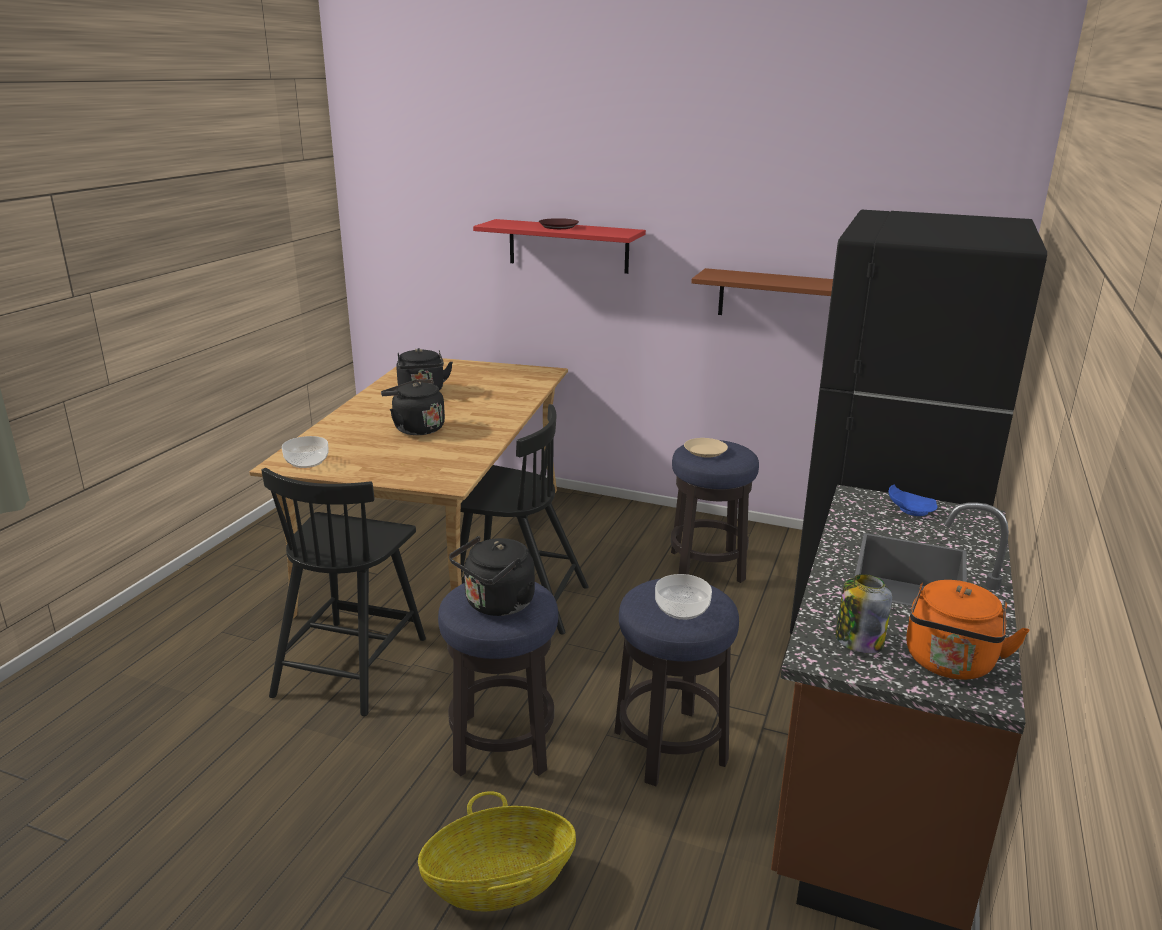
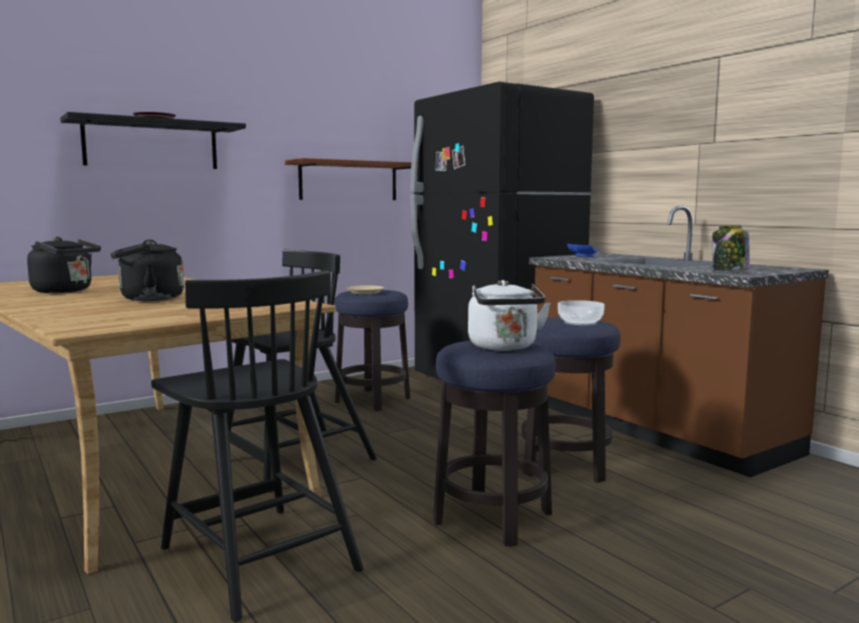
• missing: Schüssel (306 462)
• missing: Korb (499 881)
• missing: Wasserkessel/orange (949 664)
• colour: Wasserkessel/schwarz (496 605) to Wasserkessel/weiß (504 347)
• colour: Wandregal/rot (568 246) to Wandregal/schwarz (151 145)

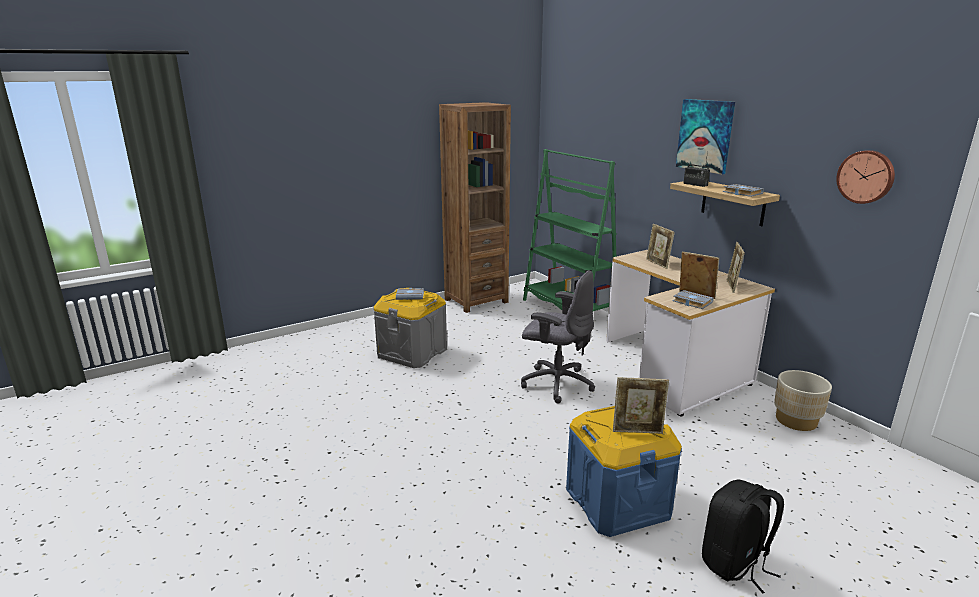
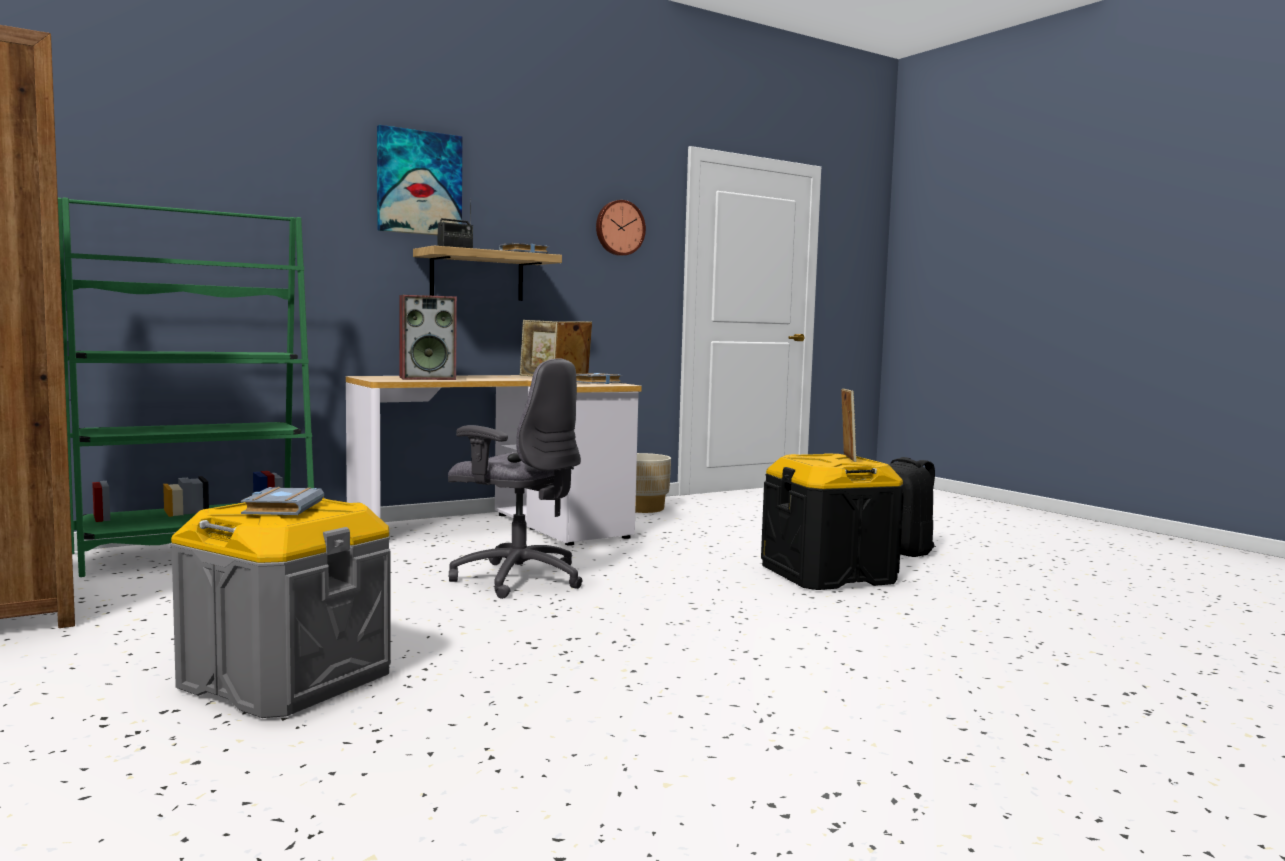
• exchanged: Bilderrahmen (658 264) to Lautsprecher (428 378)
• colour: Aufbewahrungsbox/blau (617 502) to Aufbewahrungsbox/schwarz (828 574)
• spun: Bürostuhl/grau (556 383) = (517 578) 90 degrees clockwise

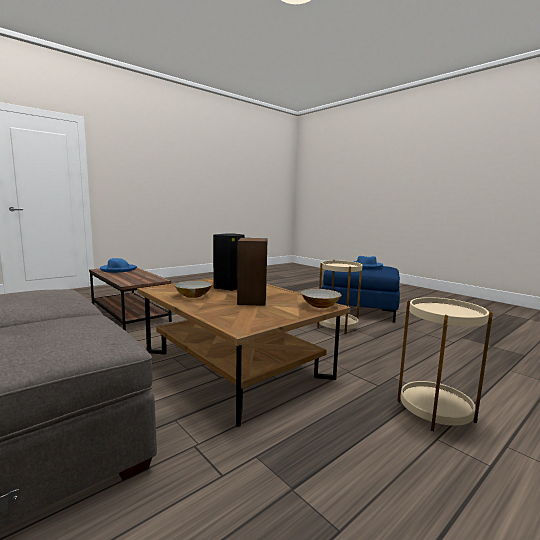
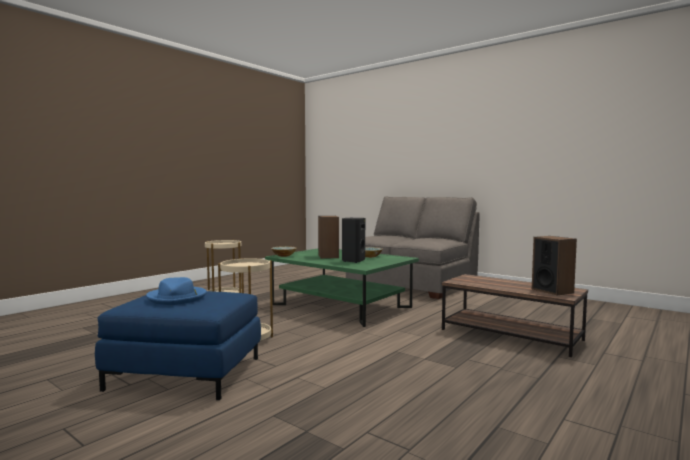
• exchanged: Hut/blau (118 269) to Lautsprecher (552 290)
• colour: Couchtisch/braun (235 364) to Couchtisch/grün (341 306)

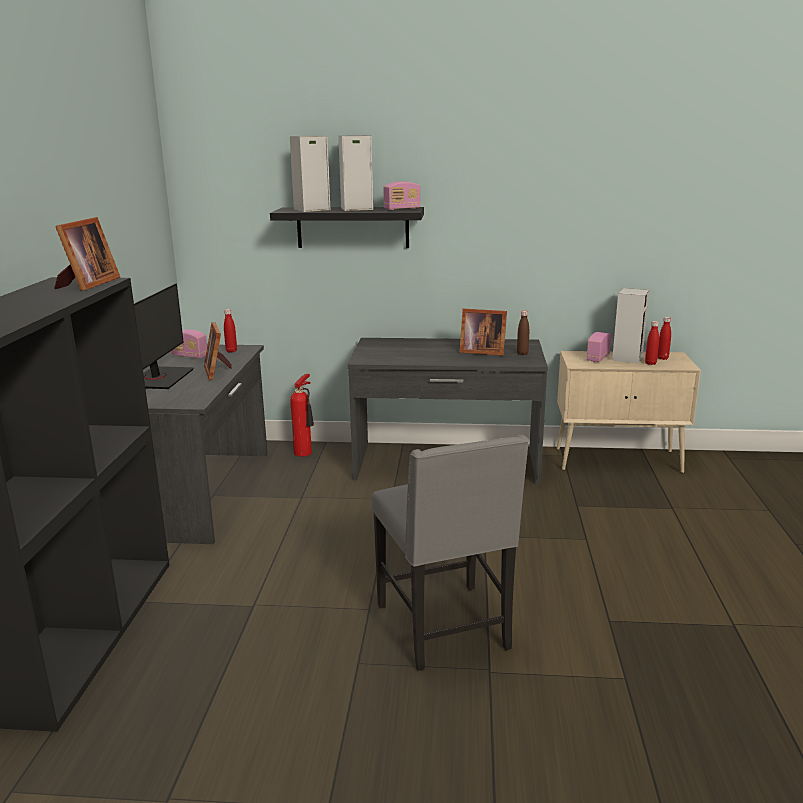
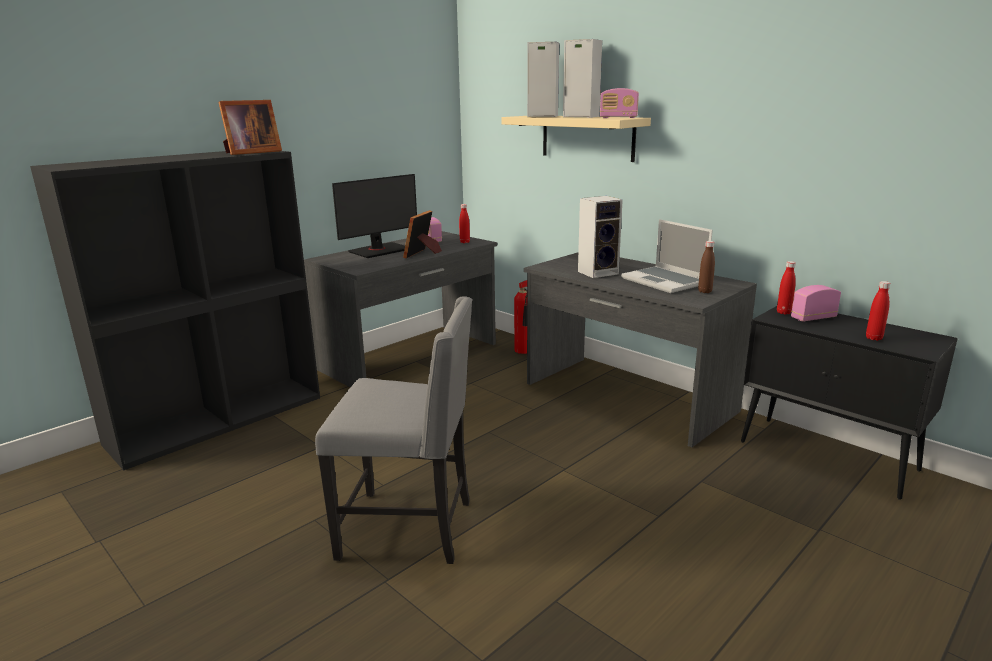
• relocated: Lautsprecher (627 357) to (598 272)
• relocated: Flasche/rot (662 358) to (783 312)
• exchanged: Bilderrahmen (481 351) to Laptop (665 281)
• colour: Wandregal/schwarz (352 227) to Wandregal/beige (587 137)
• colour: Schrank/beige (619 460) to Schrank/schwarz (828 456)
• spun: Stuhl/grau (446 628) = (410 528) 105 degrees counterclockwise

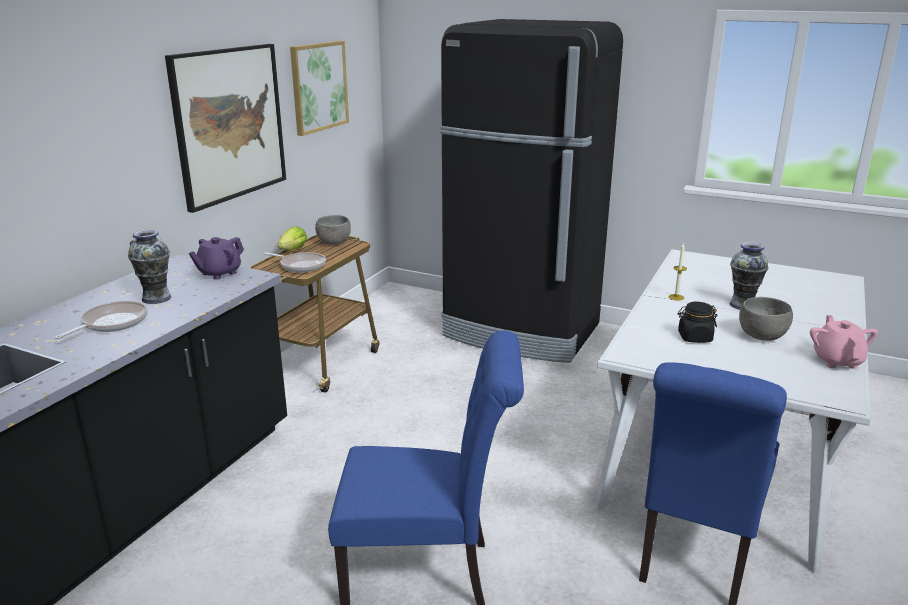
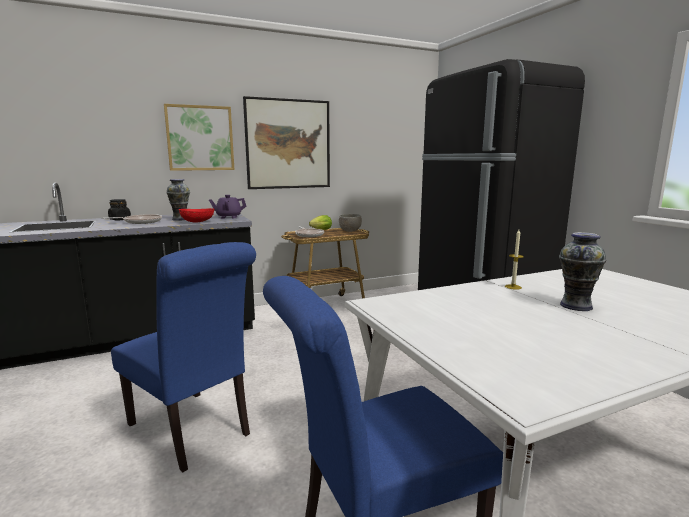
• missing: Schüssel/grau (761 336)
• missing: Teekanne/rosa (837 361)
• appeared: Schüssel/rot (197 222)
• relocated: Bild (318 87) to (200 138)
• relocated: Vorratsglas/schwarz (694 338) to (120 219)

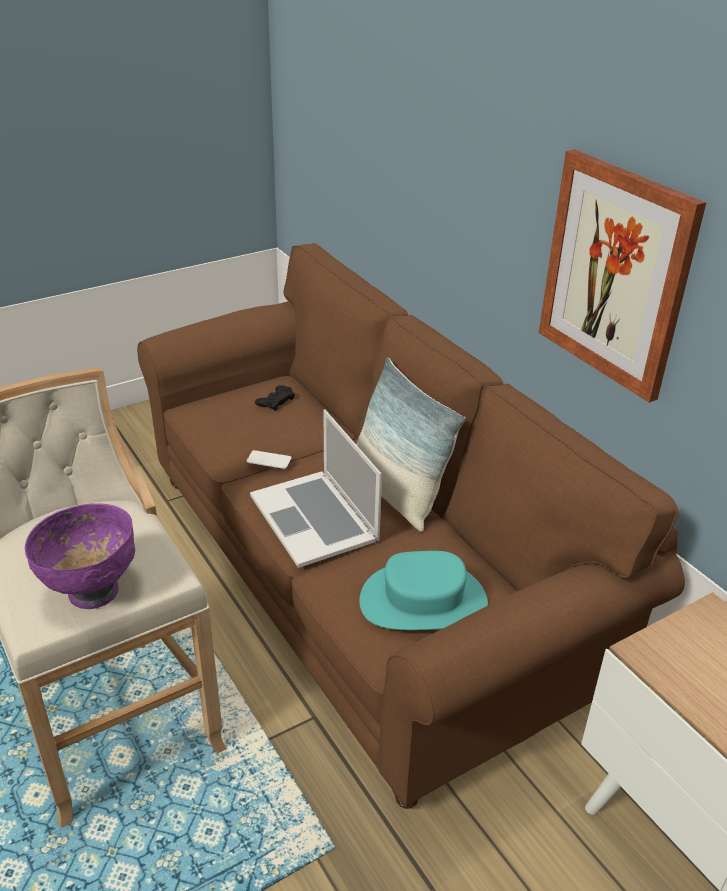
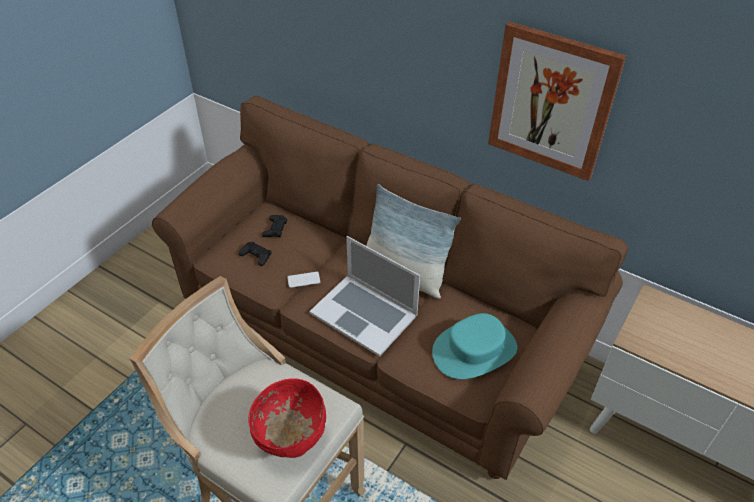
• appeared: Gamepad/schwarz (256 256)
• colour: Schüssel/lila (92 591) to Schüssel/rot (292 441)

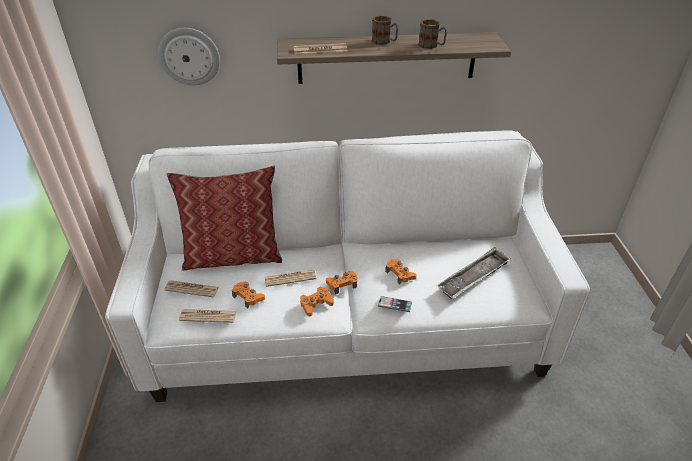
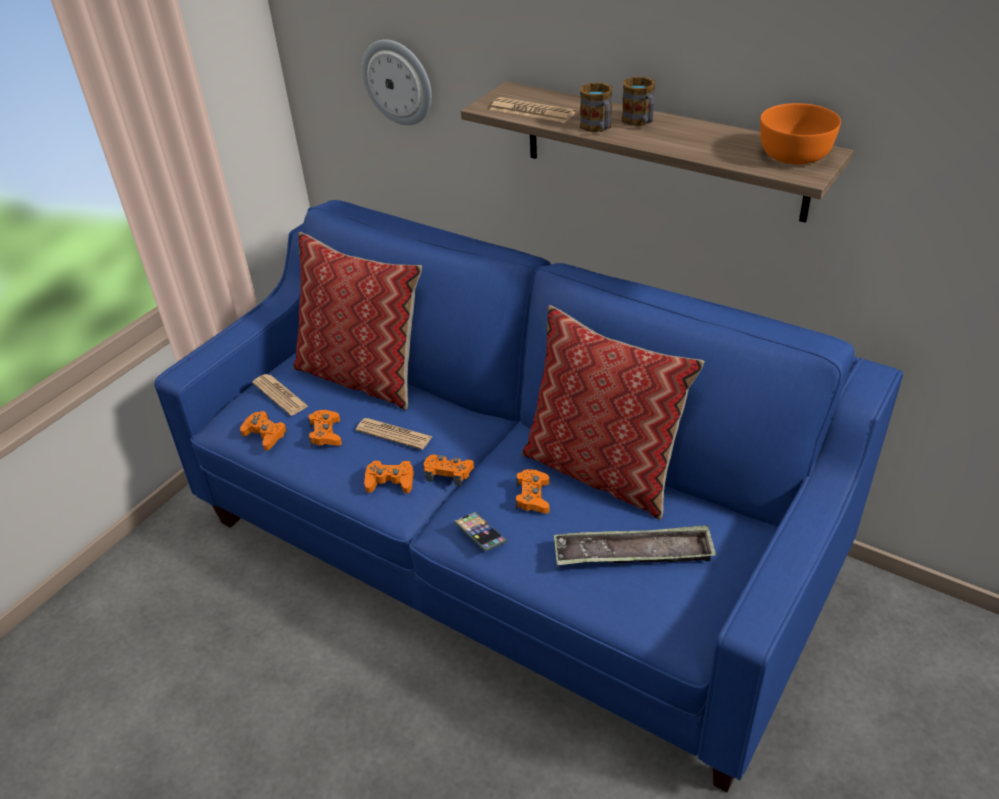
• appeared: Kissen (603 470)
• appeared: Schüssel/orange (795 155)
• relocated: Henkelbecher (431 46) to (598 128)
• exchanged: Zeitung (208 316) to Gamepad/orange (265 435)
• colour: Sofa/weiß (345 321) to Sofa/blau (509 545)

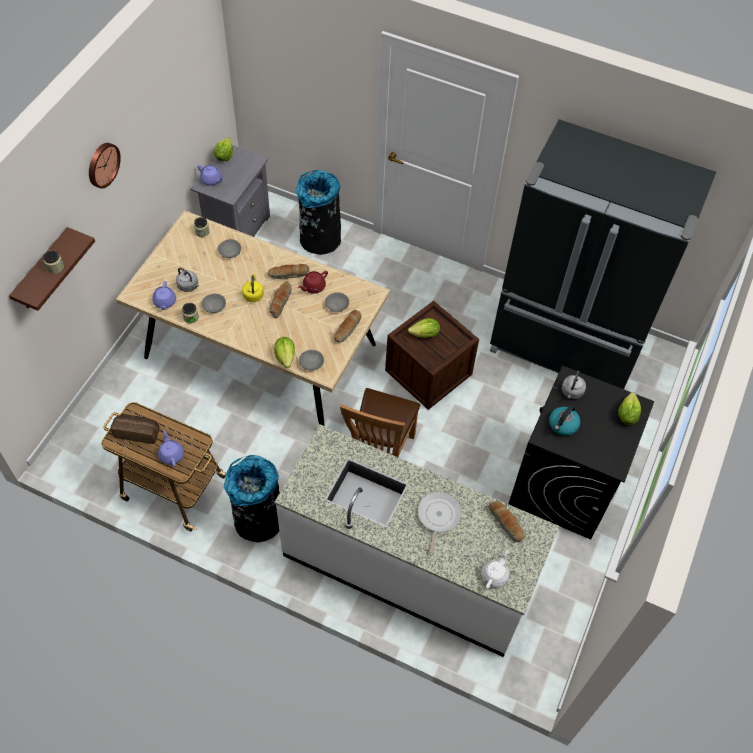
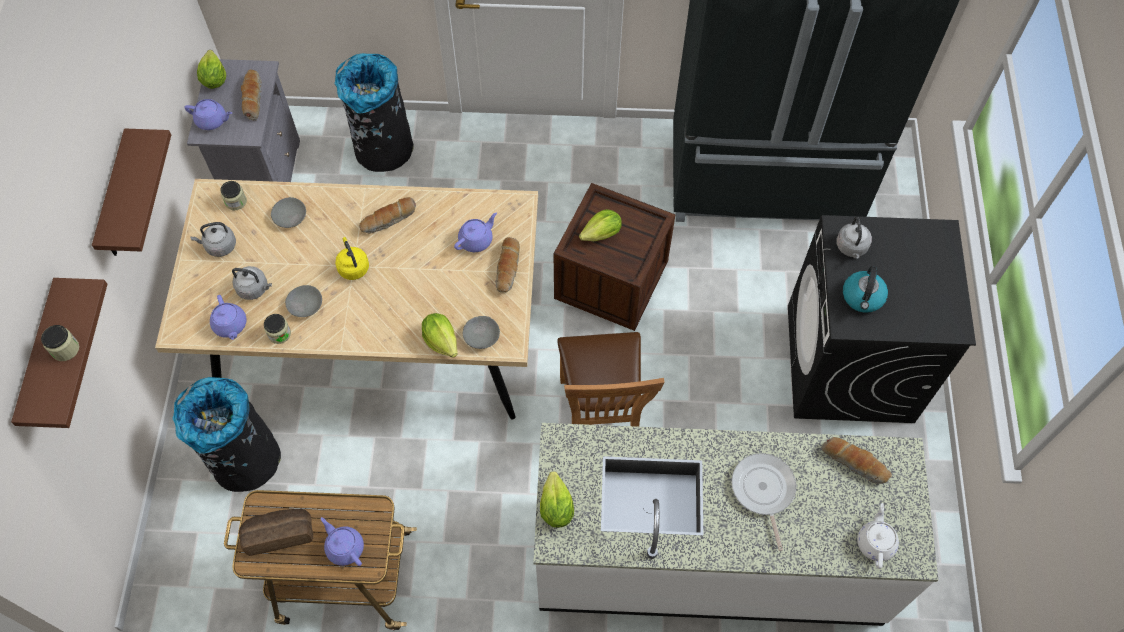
• missing: Wanduhr (102 164)
• missing: Teekanne/rot (313 287)
• appeared: Wandregal/braun (117 199)
• appeared: Wasserkessel/grau (219 246)
• relocated: Mülleimer/schwarz (258 520) to (245 461)
• relocated: Brot (280 302) to (252 98)
• relocated: Salatkopf (627 415) to (556 508)
• exchanged: Schüssel/grau (336 305) to Teekanne/lila (476 240)

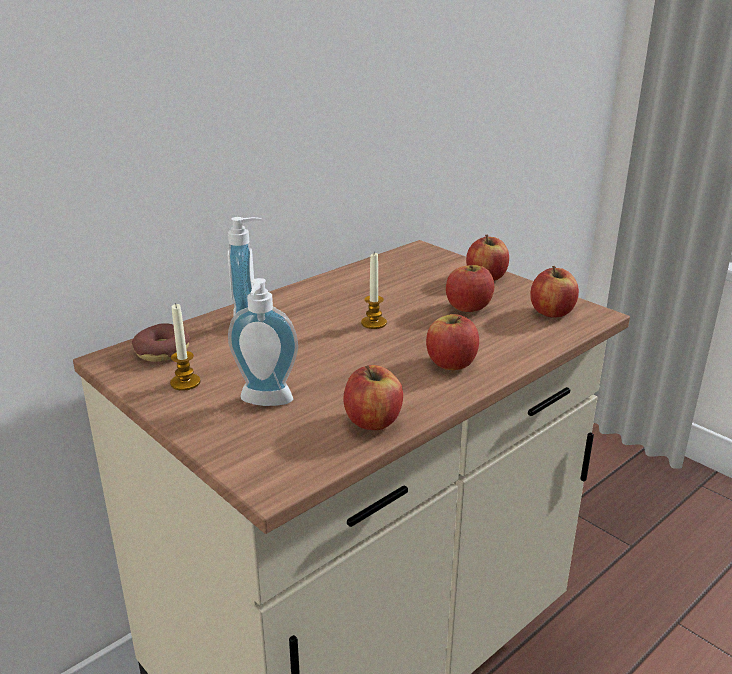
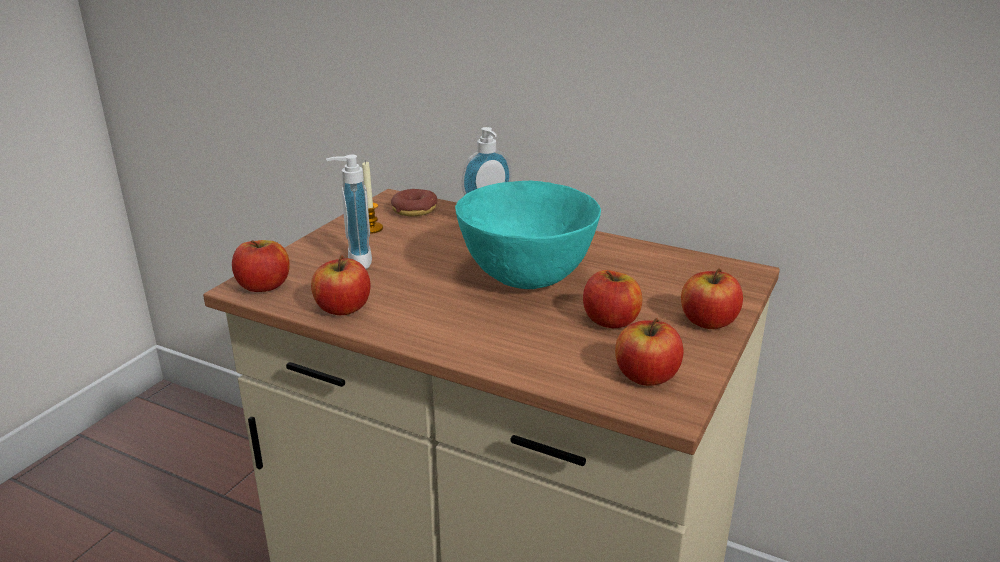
• relocated: Apfel (451 363) to (264 286)
• exchanged: Kerze (373 323) to Schüssel/türkis (528 278)

